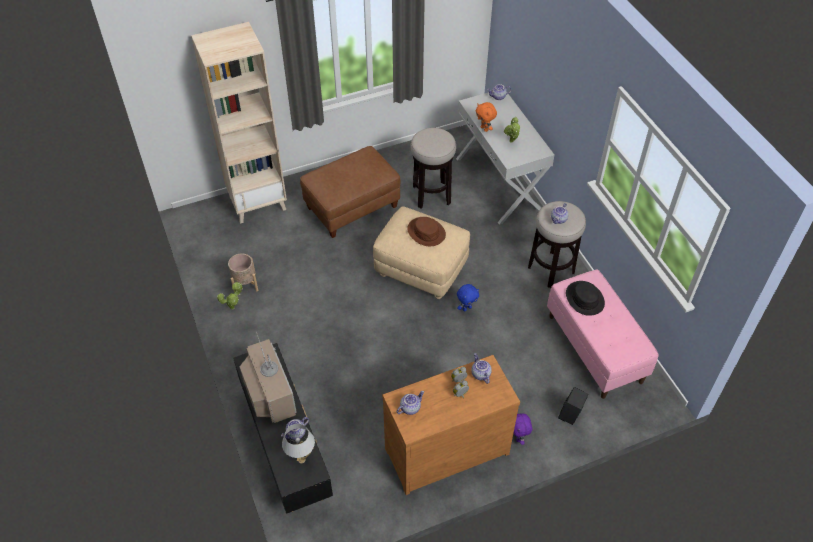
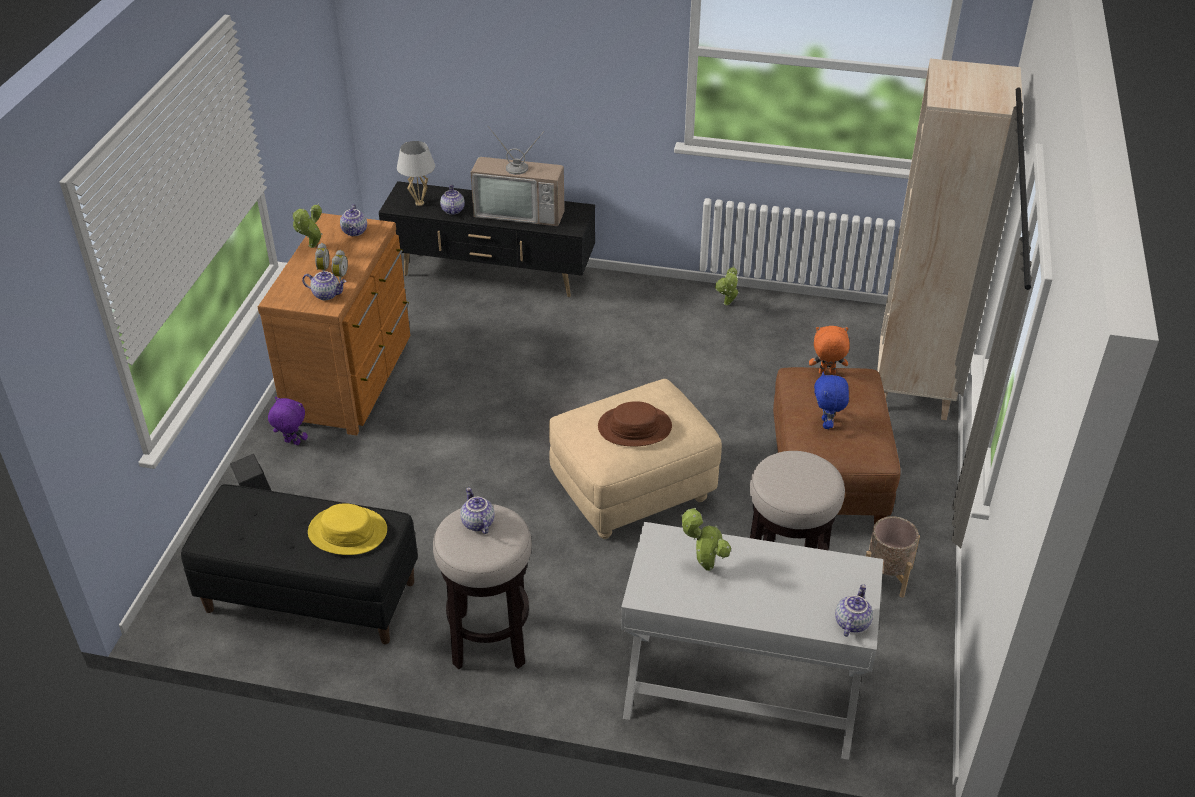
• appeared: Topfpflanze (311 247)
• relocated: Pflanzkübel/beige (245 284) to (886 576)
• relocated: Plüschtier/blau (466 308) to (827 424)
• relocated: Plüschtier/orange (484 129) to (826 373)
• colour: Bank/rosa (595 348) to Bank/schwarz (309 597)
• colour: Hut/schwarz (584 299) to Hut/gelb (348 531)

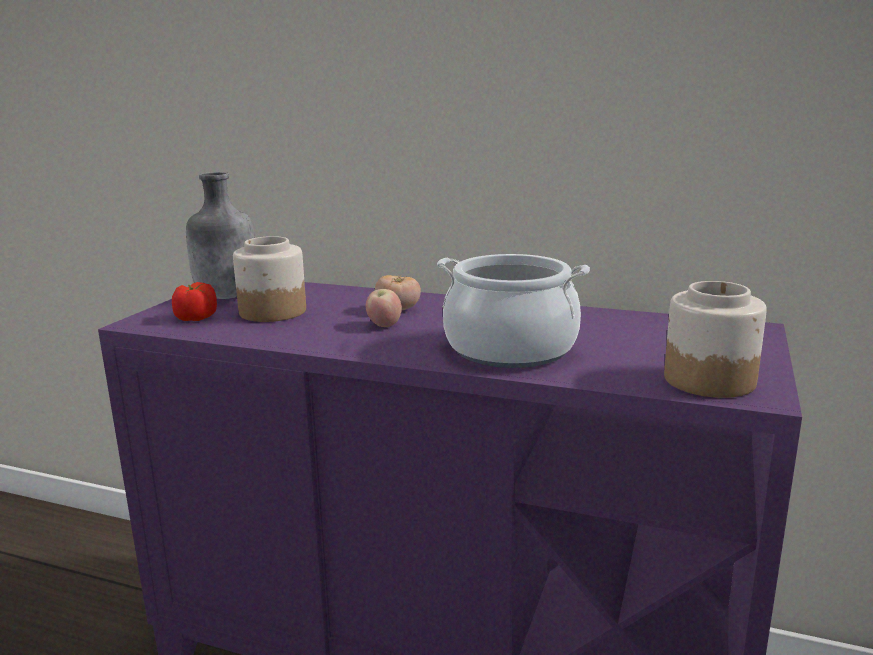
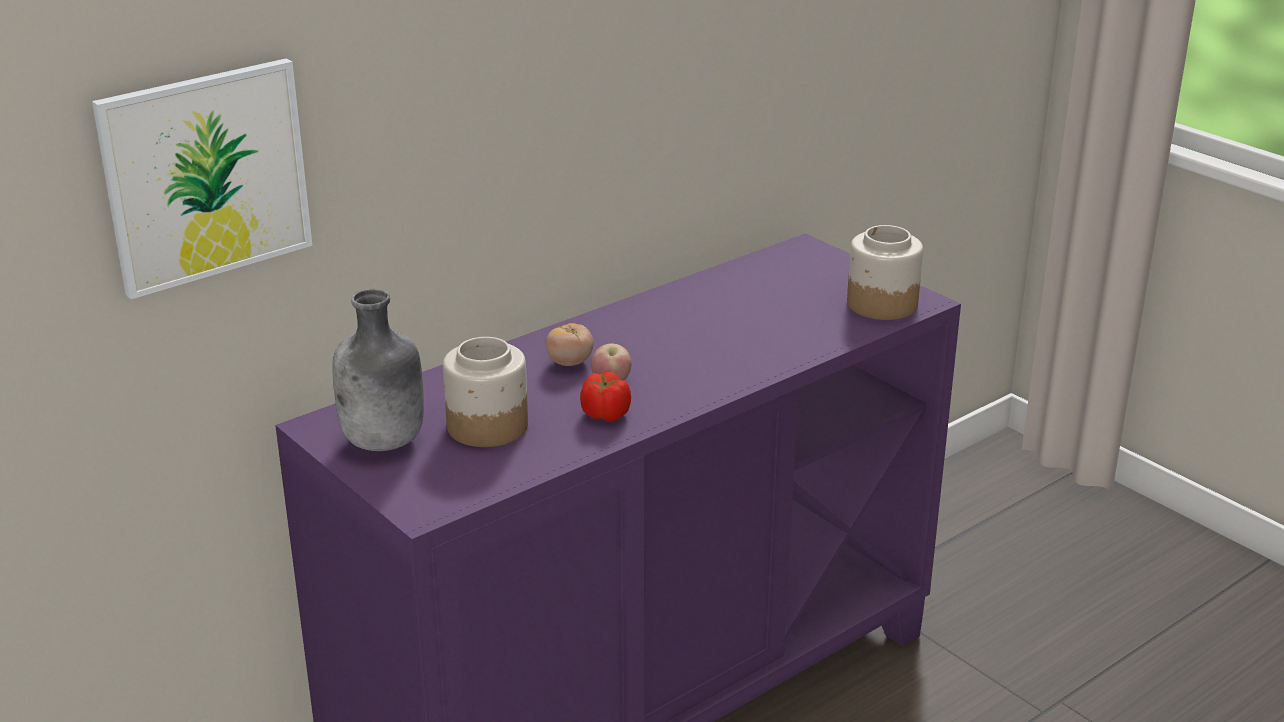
• missing: Kochtopf (510 349)
• appeared: Bild (206 176)
• relocated: Tomate (195 318) to (606 414)

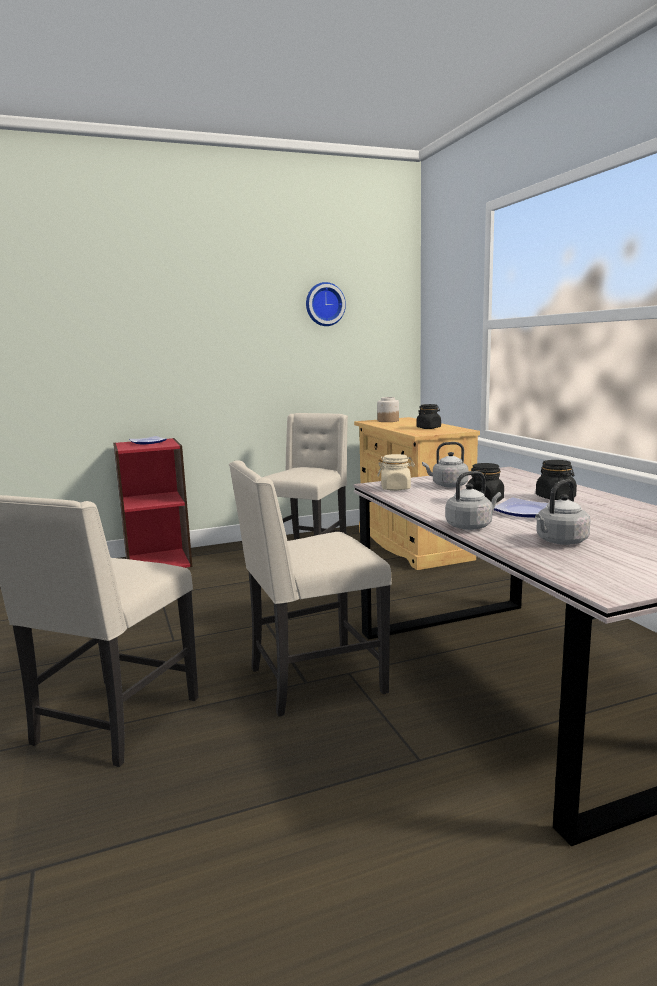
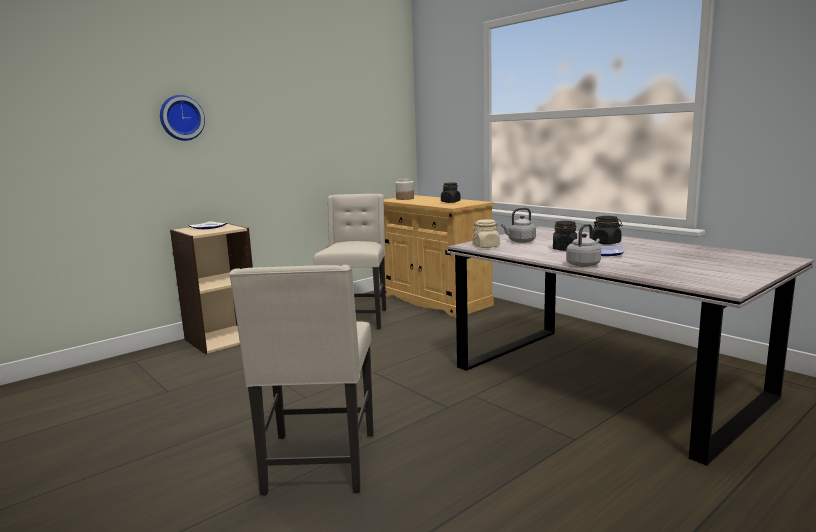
• missing: Stuhl/beige (313 681)
• missing: Wasserkessel/grau (560 541)
• relocated: Wanduhr (324 304) to (181 118)
• colour: Bücherregal/rot (158 561) to Bücherregal/beige (221 339)

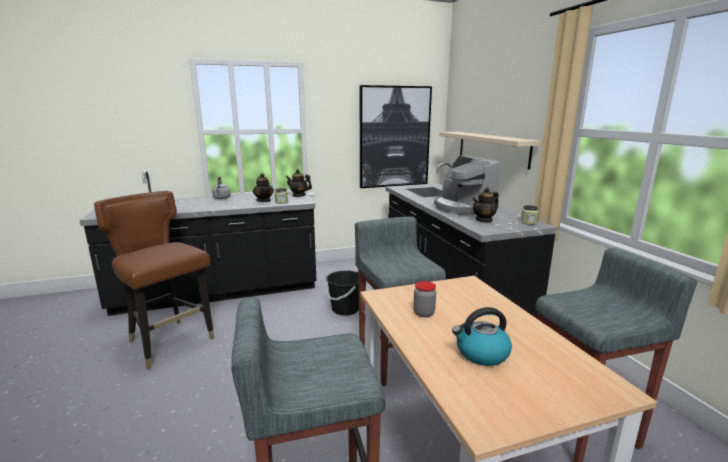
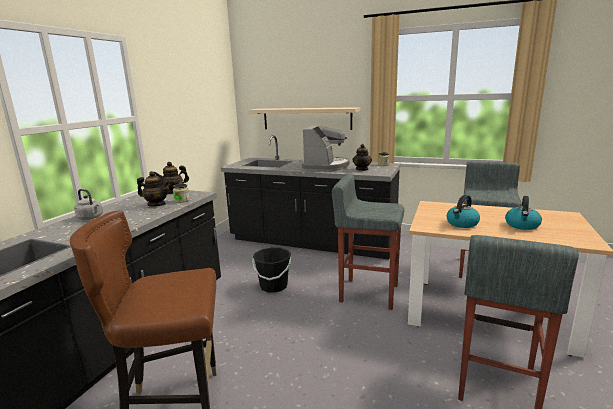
• missing: Bild (394 137)
• exchanged: Vorratsglas (424 313) to Wasserkessel (462 224)
• spun: Kaffeemaschine (462 208) = (326 166) 90 degrees counterclockwise

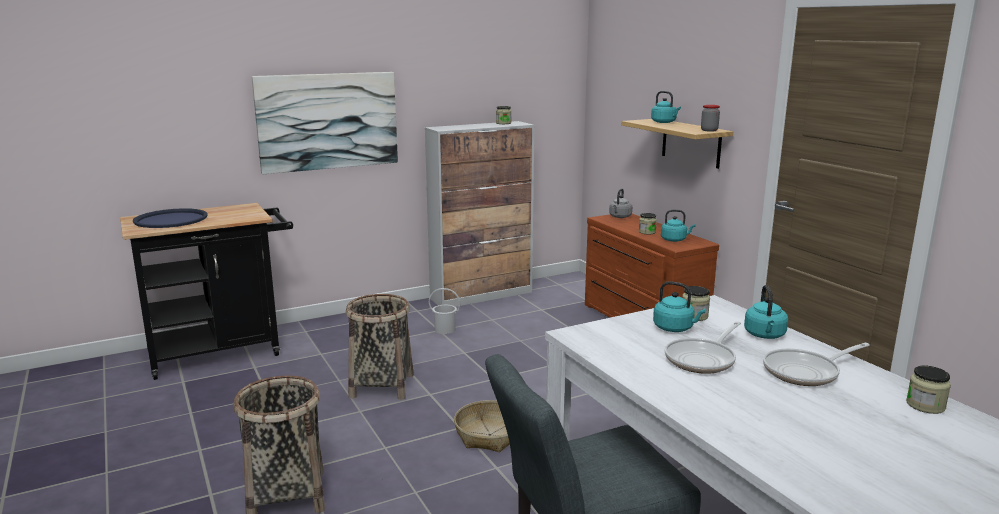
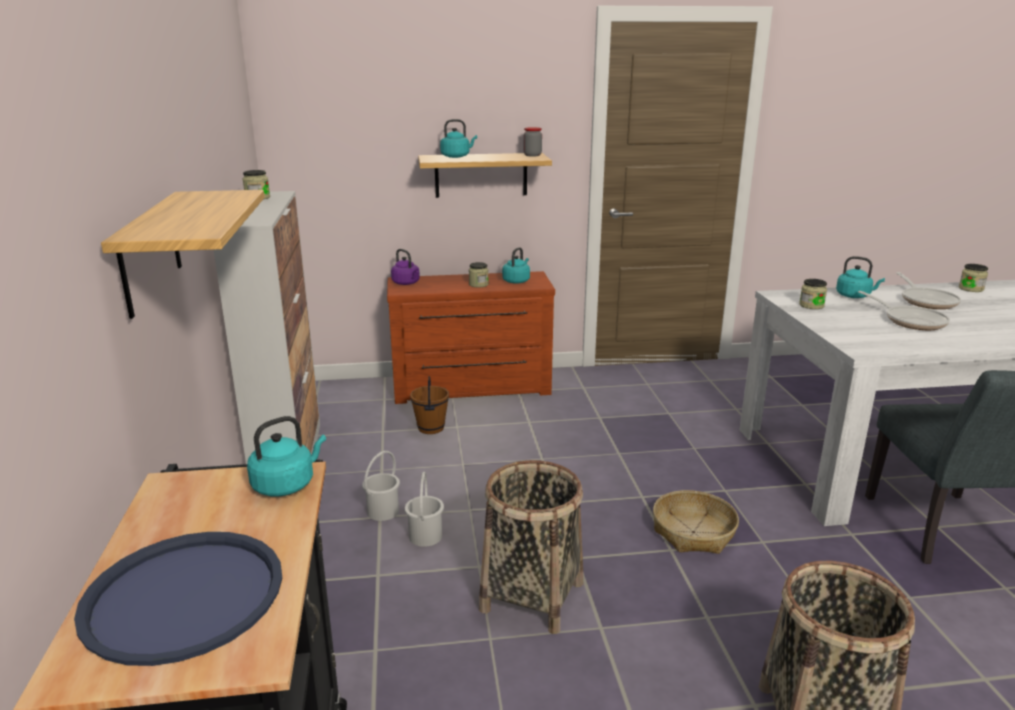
• appeared: Eimer/weiß (425 536)
• appeared: Eimer/braun (430 428)
• relocated: Wasserkessel/türkis (675 328) to (286 484)
• exchanged: Bild (328 121) to Wandregal (150 252)
• colour: Wasserkessel/grau (619 217) to Wasserkessel/lila (407 283)

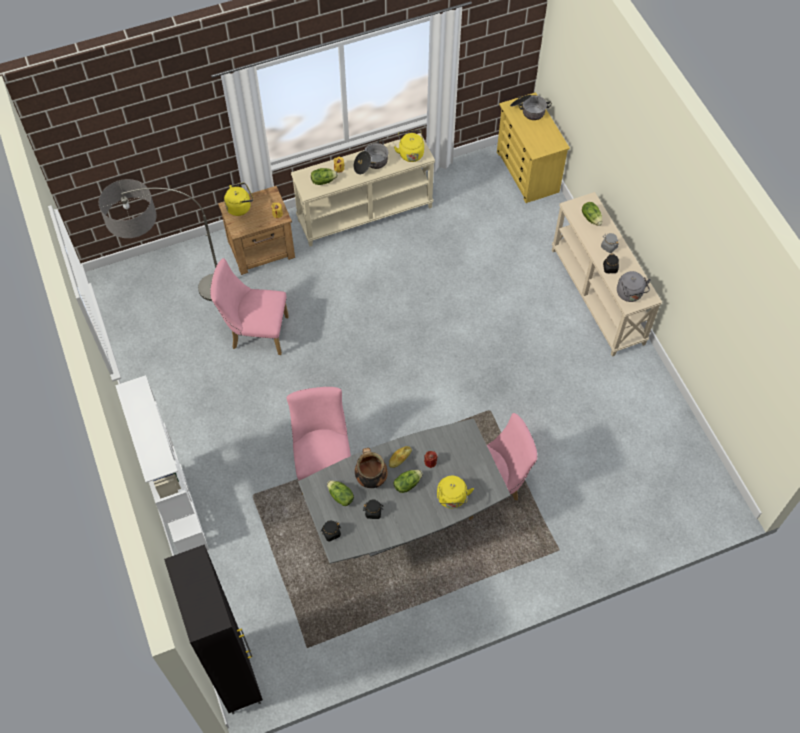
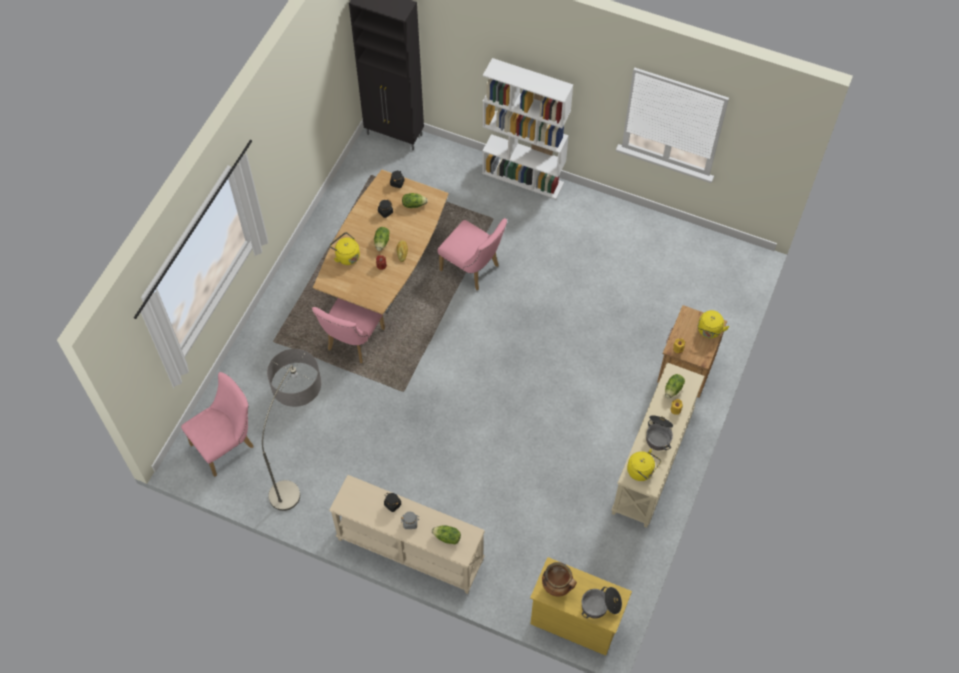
• missing: Wasserkessel/grau (630 294)
• relocated: Stehlampe (177 298) to (303 464)
• relocated: Stuhl/rosa (255 333) to (227 444)
• relocated: Kochtopf (371 478) to (557 586)
• colour: Esstisch/grau (403 522) to Esstisch/braun (386 278)

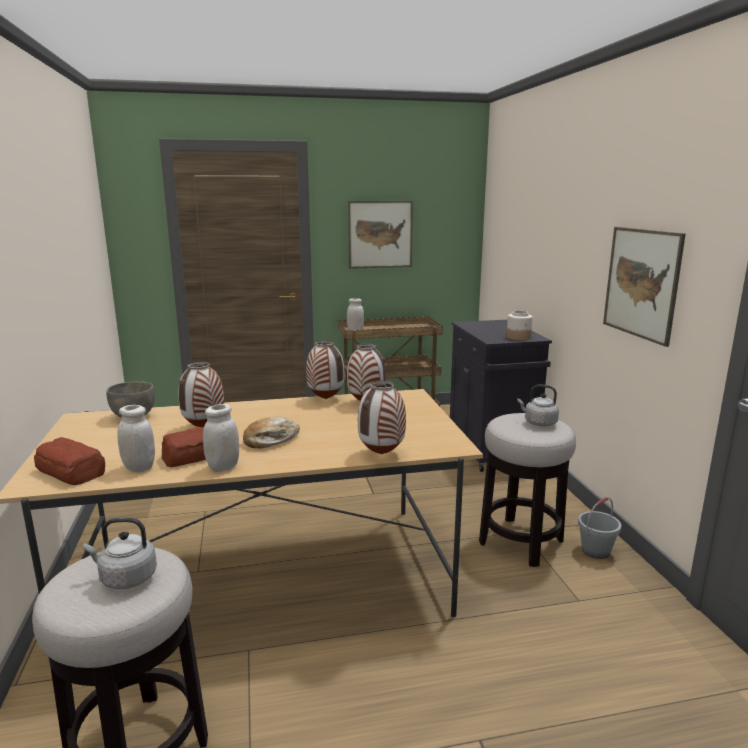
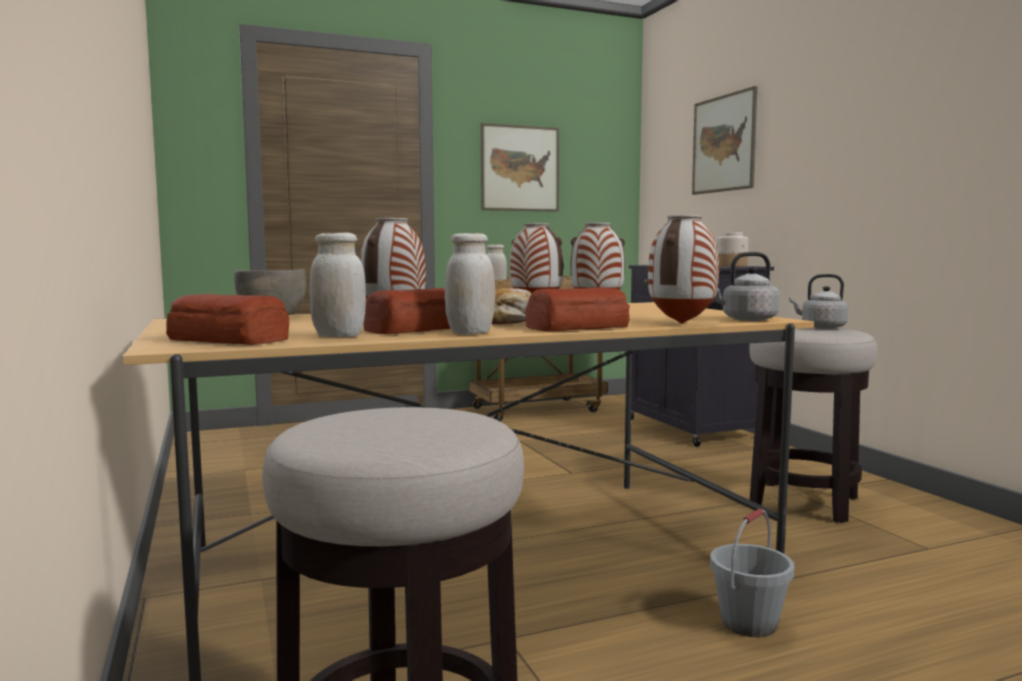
• appeared: Brot (575 327)
• relocated: Wasserkessel/grau (125 578) to (746 319)
• relocated: Eimer/grau (596 551) to (749 624)
• relocated: Bild (641 283) to (723 143)

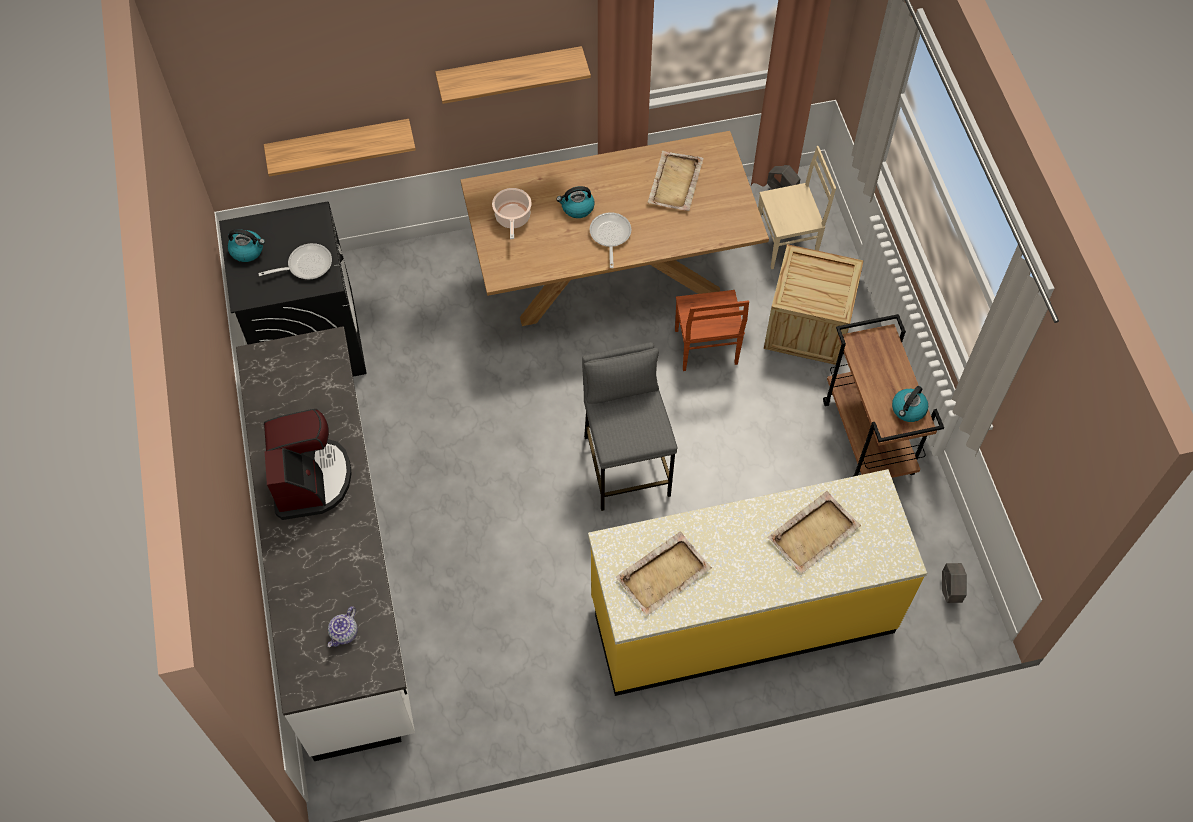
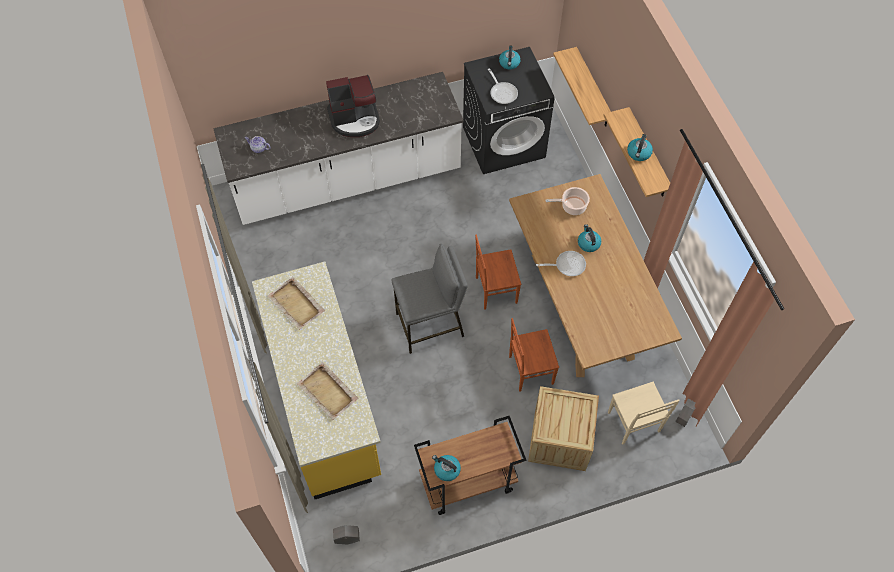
• missing: Tablett/beige (675 183)
• appeared: Stuhl/braun (495 289)
• appeared: Wasserkessel (639 153)

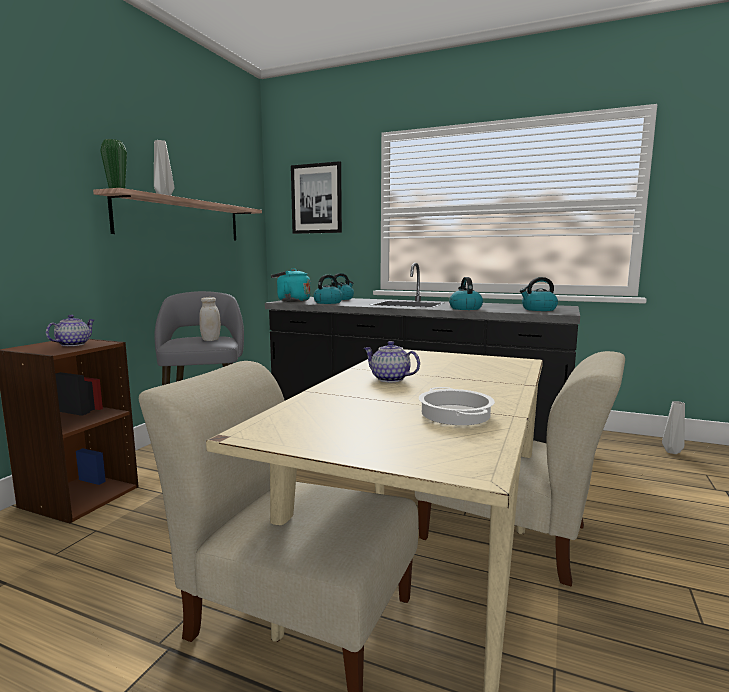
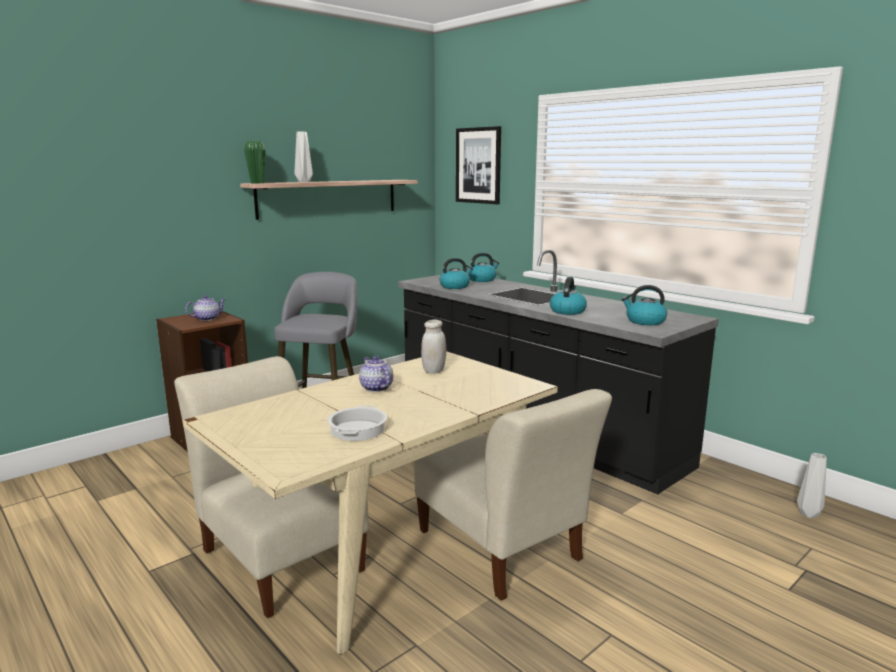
• missing: Wasserkessel/türkis (291 301)
• relocated: Vorratsglas/weiß (211 340) to (434 371)

